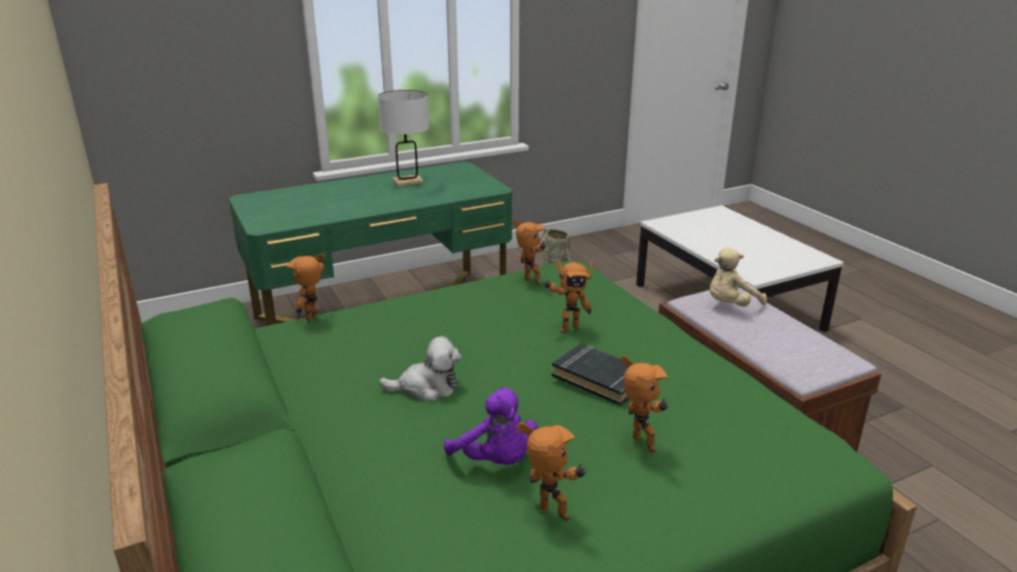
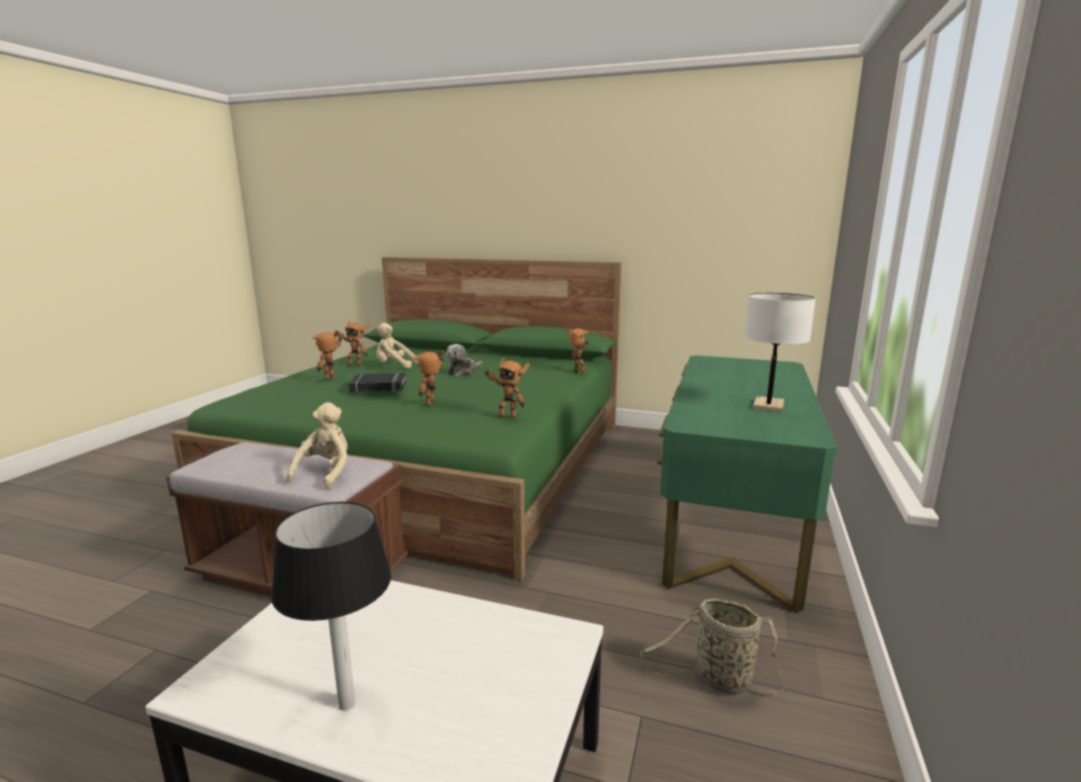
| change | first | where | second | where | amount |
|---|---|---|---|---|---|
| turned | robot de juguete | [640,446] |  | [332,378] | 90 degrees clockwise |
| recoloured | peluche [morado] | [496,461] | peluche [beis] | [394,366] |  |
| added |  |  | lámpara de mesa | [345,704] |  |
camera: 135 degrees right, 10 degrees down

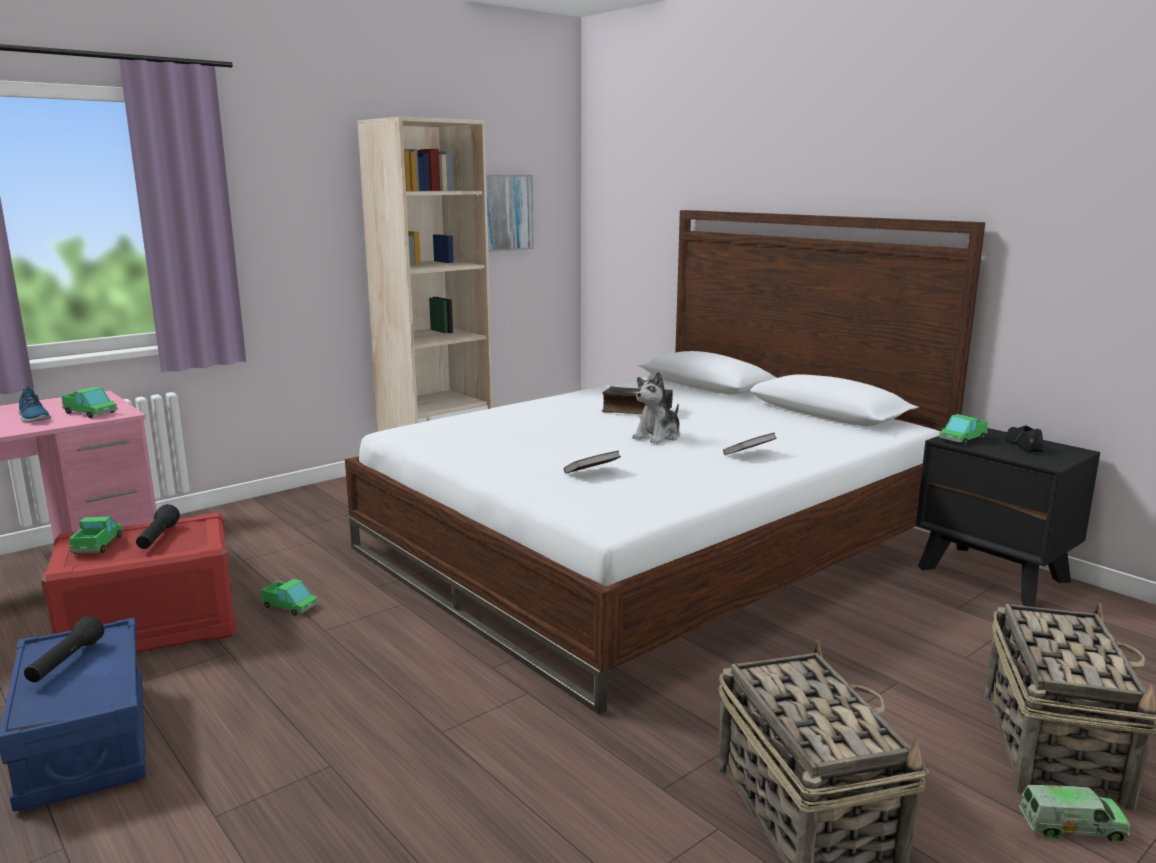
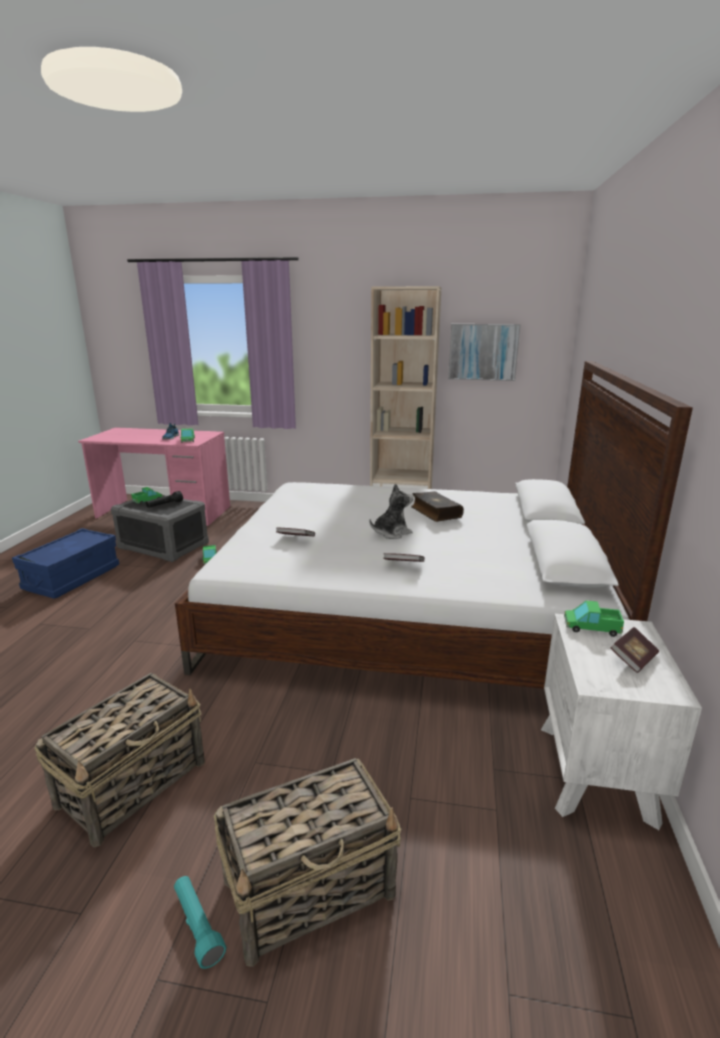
| change | first | where | second | where | amount |
|---|---|---|---|---|---|
| turned | peluche | [658,436] |  | [391,533] | 150 degrees clockwise |
| replaced | zapato [negro] | [1022,445] | libro | [633,659] |  |
| recoloured | mesita de noche [negro] | [993,574] | mesita de noche [blanco] | [596,772] |  |
| recoloured | caja de almacenaje [rojo] | [151,628] | caja de almacenaje [gris] | [163,546] |  |
| removed | linterna [negro] | [65,662] |  |  |  |
| replaced | camión de juguete | [1071,826] | linterna [turquesa] | [197,926] |  |
camera: 50 degrees right, 5 degrees up

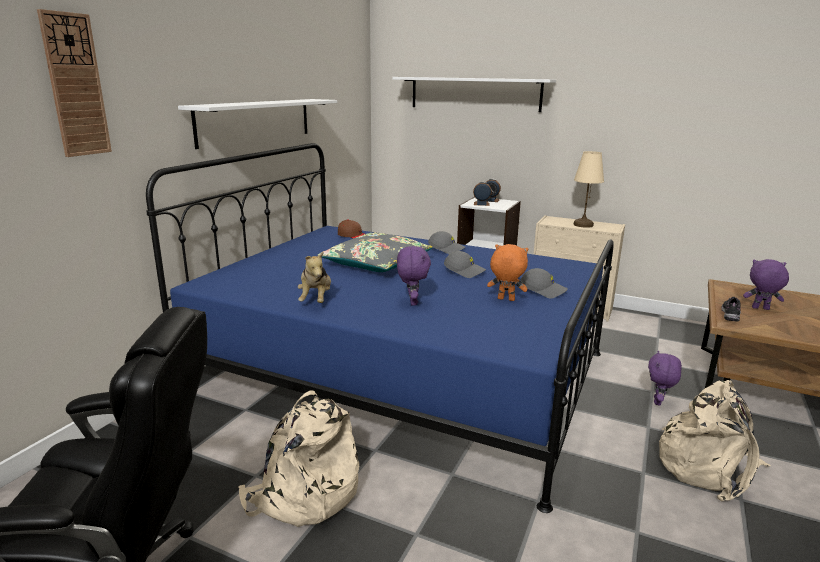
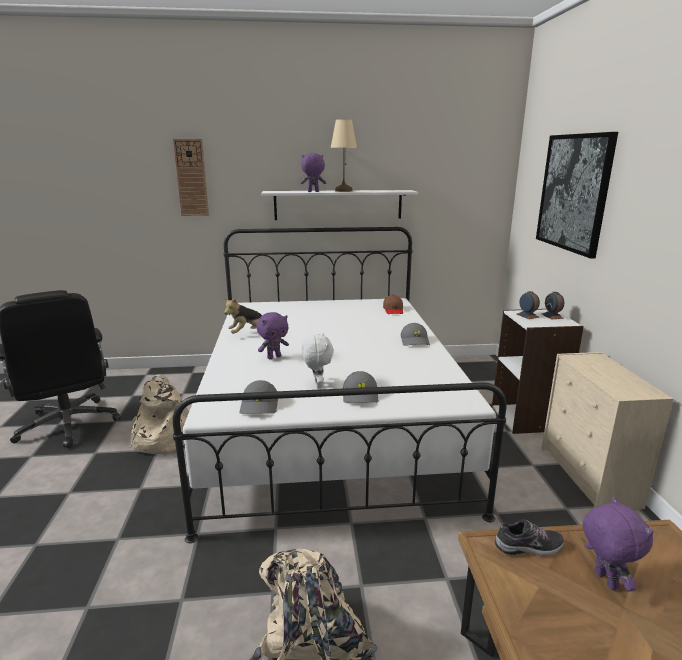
| change | first | where | second | where | amount |
|---|---|---|---|---|---|
| replaced | estante [blanco] | [475,93] | cuadro | [573,192] |  |
| recoloured | cama [azul] | [402,371] | cama [blanco] | [329,423] |  |
| moved | lámpara de mesa [beis] | [583,225] |  | [343,191] |  |
| removed | cojín [gris] | [376,263] |  |  |  |
| recoloured | peluche [naranja] | [505,299] | peluche [blanco] | [317,385] |  |
| moved | gorra [gris] | [465,271] |  | [260,406] |  |
| moved | peluche [morado] | [658,402] |  | [313,192] |  |
camera: 60 degrees right, 0 degrees up

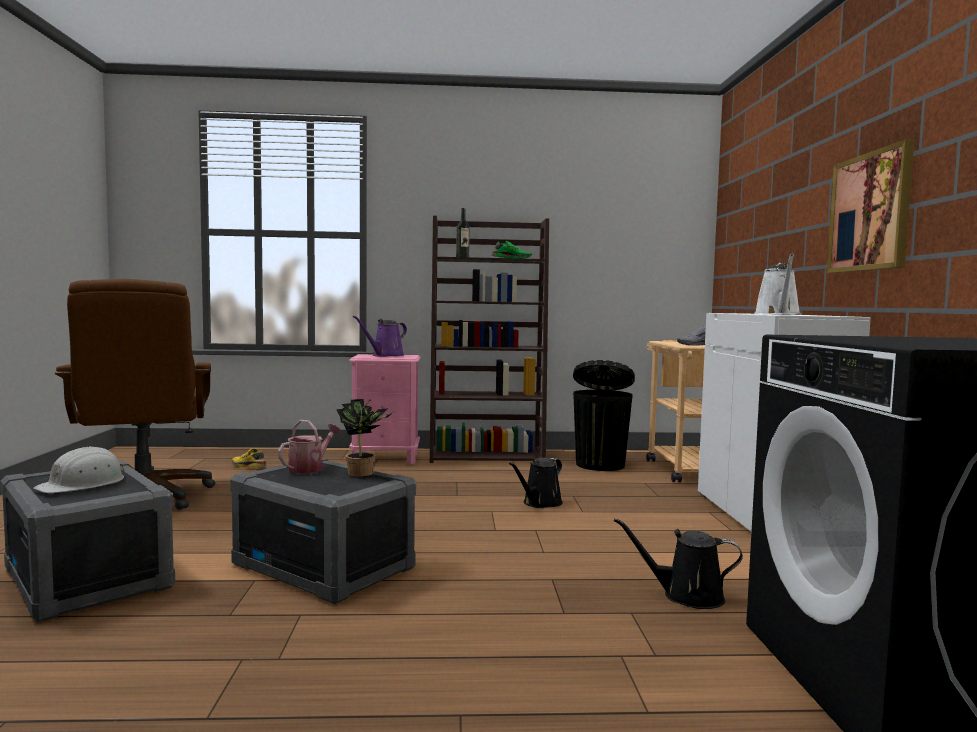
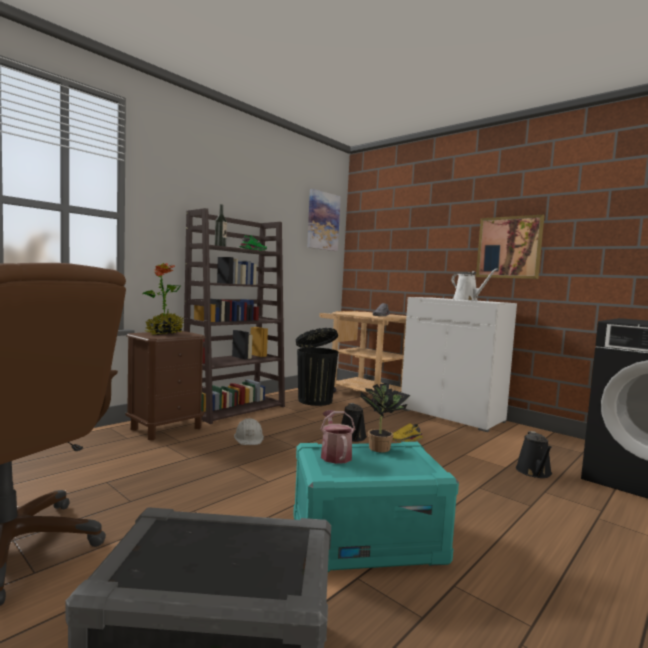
| change | first | where | second | where | amount |
|---|---|---|---|---|---|
| replaced | regadera [morado] | [385,355] | planta en maceta | [164,333] |  |
| recoloured | mesita de noche [rosa] | [386,458] | mesita de noche [marrón] | [166,428] |  |
| moved | casco [blanco] | [83,484] |  | [249,438] |  |
| moved | zapato [amarillo] | [248,466] |  | [405,440] |  |
| recoloured | caja de almacenaje [gris] | [325,566] | caja de almacenaje [turquesa] | [367,539] |  |
| turned | regadera [negro] | [687,596] |  | [534,472] | 45 degrees counterclockwise |
| added |  |  | cuadro | [323,221] |  |
camera: 45 degrees left, 0 degrees up

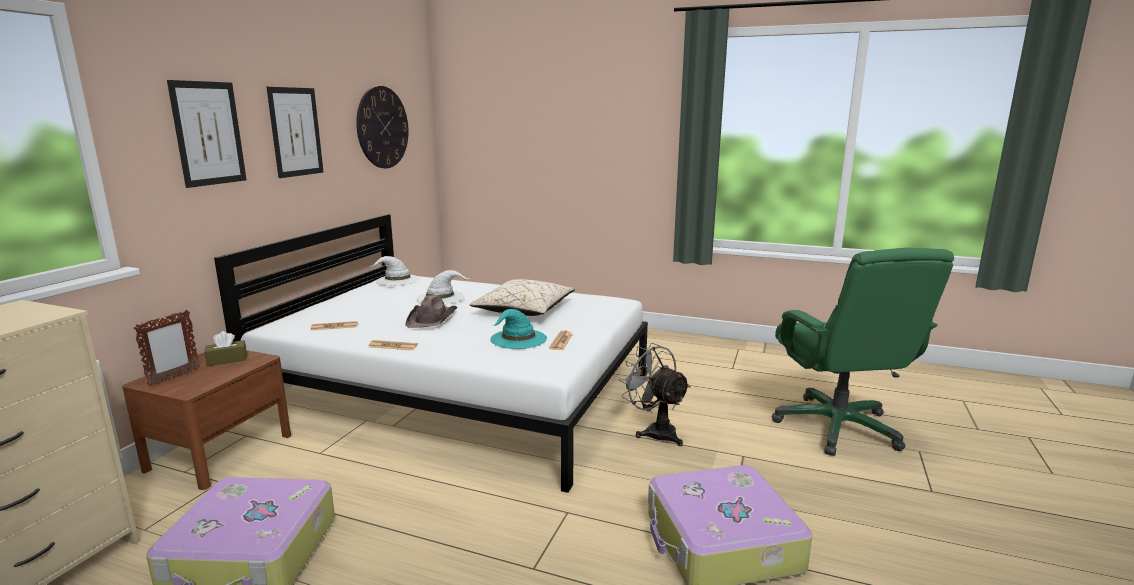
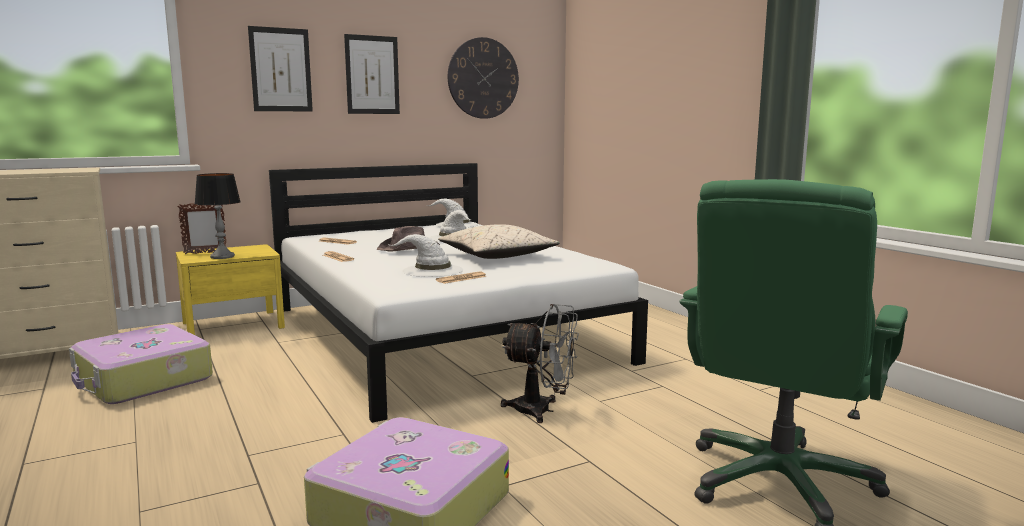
| change | first | where | second | where | amount |
|---|---|---|---|---|---|
| recoloured | sombrero [turquesa] | [518,339] | sombrero [blanco] | [432,270] |  |
| removed | caja de pañuelos [marrón] | [227,359] |  |  |  |
| turned | ventilador [gris] | [655,431] |  | [542,411] | 105 degrees clockwise |
| recoloured | mesita de noche [marrón] | [220,452] | mesita de noche [amarillo] | [233,325] |  |
| added |  |  | lámpara de mesa | [222,256] |  |
camera: 40 degrees right, 5 degrees down

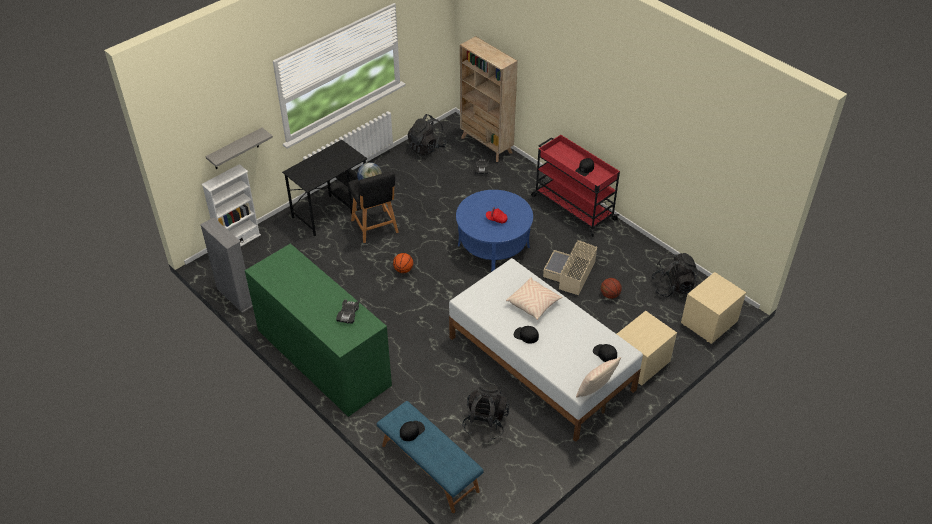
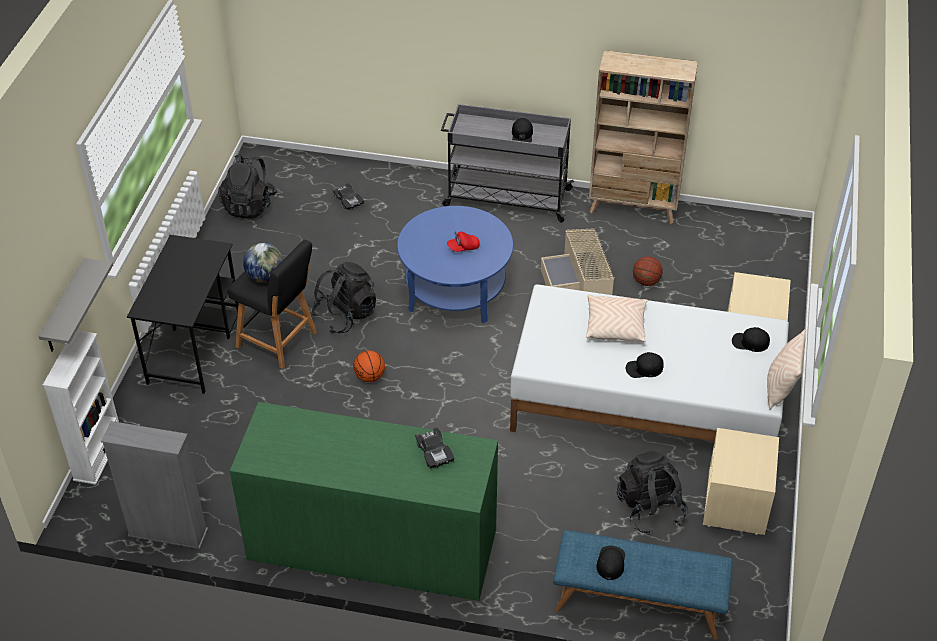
| change | first | where | second | where | amount |
|---|---|---|---|---|---|
| moved | estantería [beis] | [486,145] |  | [633,207] |  |
| recoloured | carrito [rojo] | [572,207] | carrito [gris] | [506,197] |  |
| moved | mochila [negro] | [672,287] |  | [346,315] |  |
| moved | mesita de noche [beis] | [709,323] |  | [736,503] |  |
camera: 35 degrees left, 0 degrees up

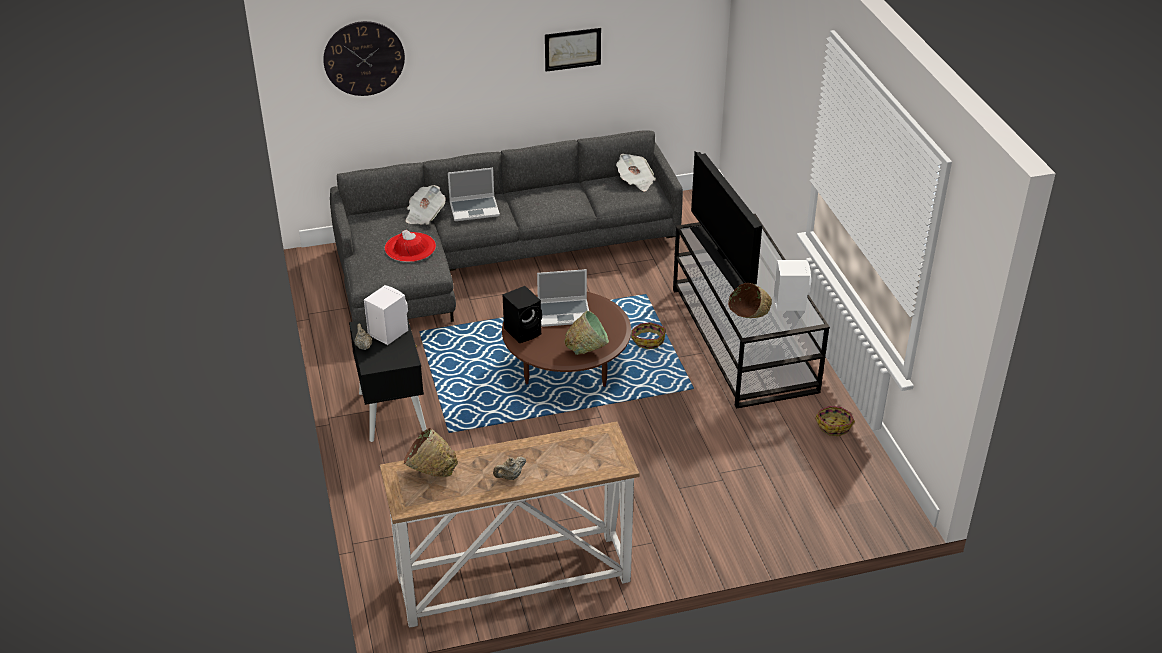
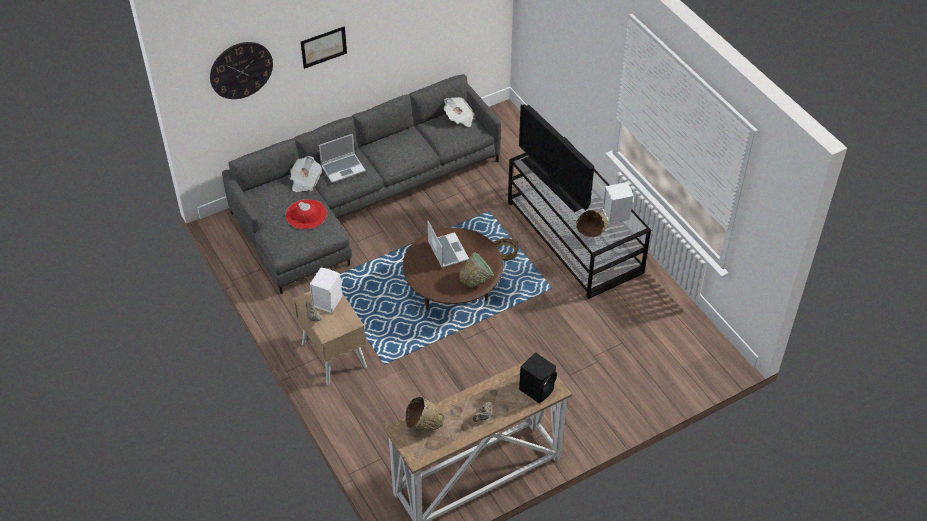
| change | first | where | second | where | amount |
|---|---|---|---|---|---|
| moved | cuadro | [572,49] |  | [323,47] |  |
| turned | portátil | [564,313] |  | [447,251] | 90 degrees counterclockwise |
| moved | altavoz [negro] | [524,331] |  | [537,389] |  |
| recoloured | mesita de noche [negro] | [392,411] | mesita de noche [beis] | [333,355] |  |
| removed | cesta | [834,425] |  |  |  |
camera: 15 degrees left, 10 degrees up

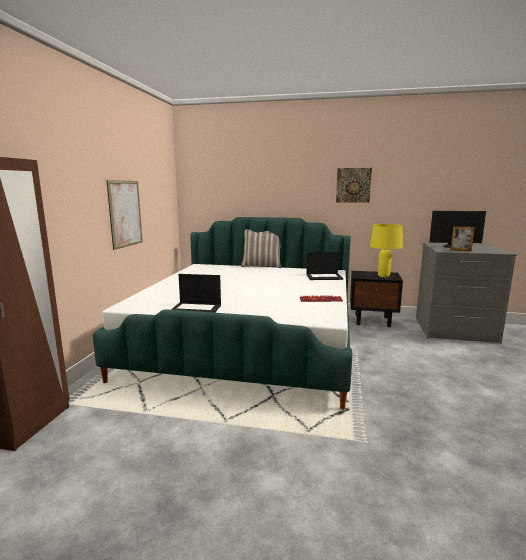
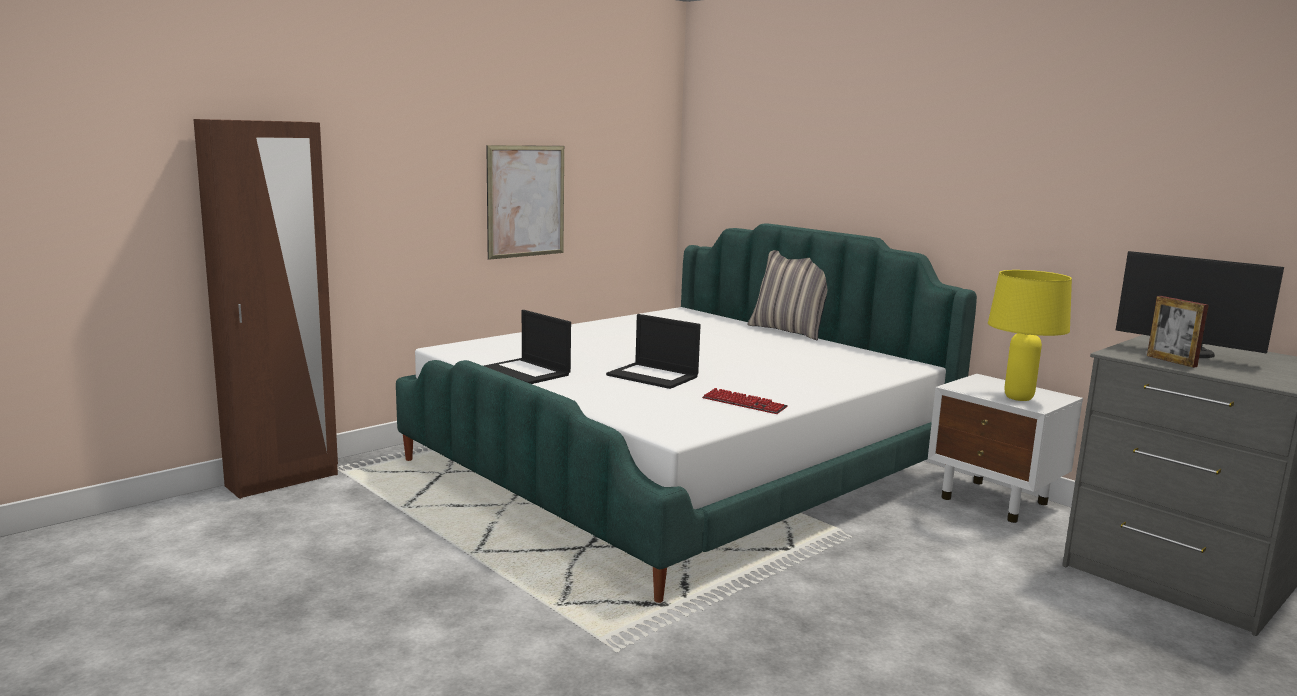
| change | first | where | second | where | amount |
|---|---|---|---|---|---|
| removed | cuadro | [353,185] |  |  |  |
| moved | portátil | [324,277] |  | [654,376] |  |
| recoloured | mesita de noche [negro] | [373,321] | mesita de noche [blanco] | [995,501] |  |
camera: 35 degrees right, 0 degrees up

